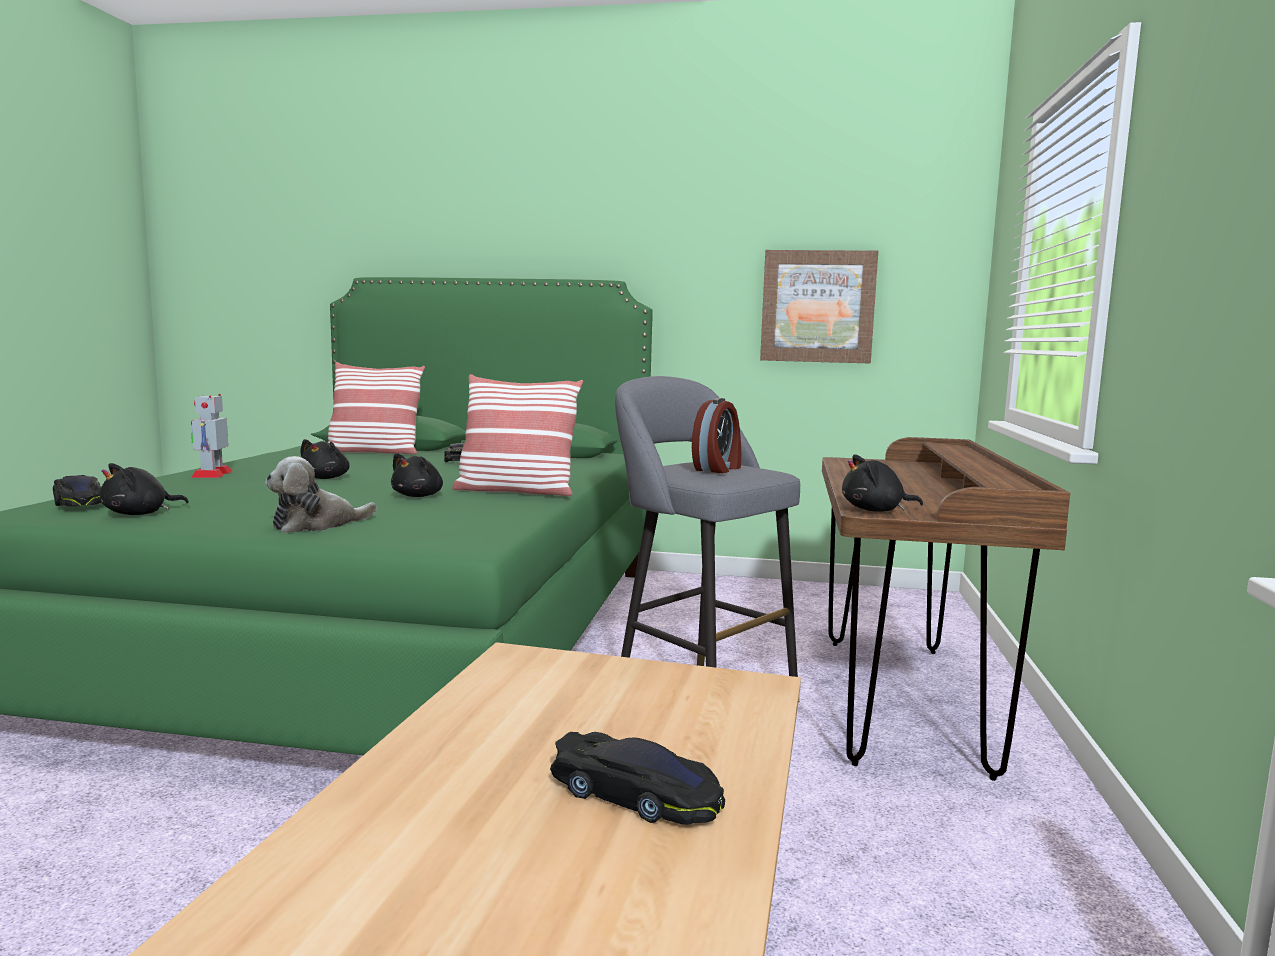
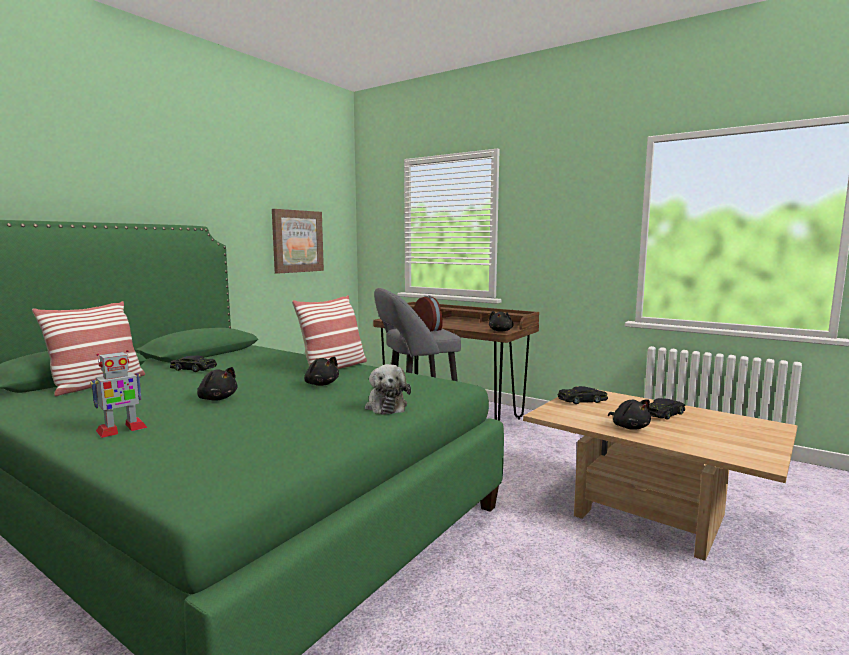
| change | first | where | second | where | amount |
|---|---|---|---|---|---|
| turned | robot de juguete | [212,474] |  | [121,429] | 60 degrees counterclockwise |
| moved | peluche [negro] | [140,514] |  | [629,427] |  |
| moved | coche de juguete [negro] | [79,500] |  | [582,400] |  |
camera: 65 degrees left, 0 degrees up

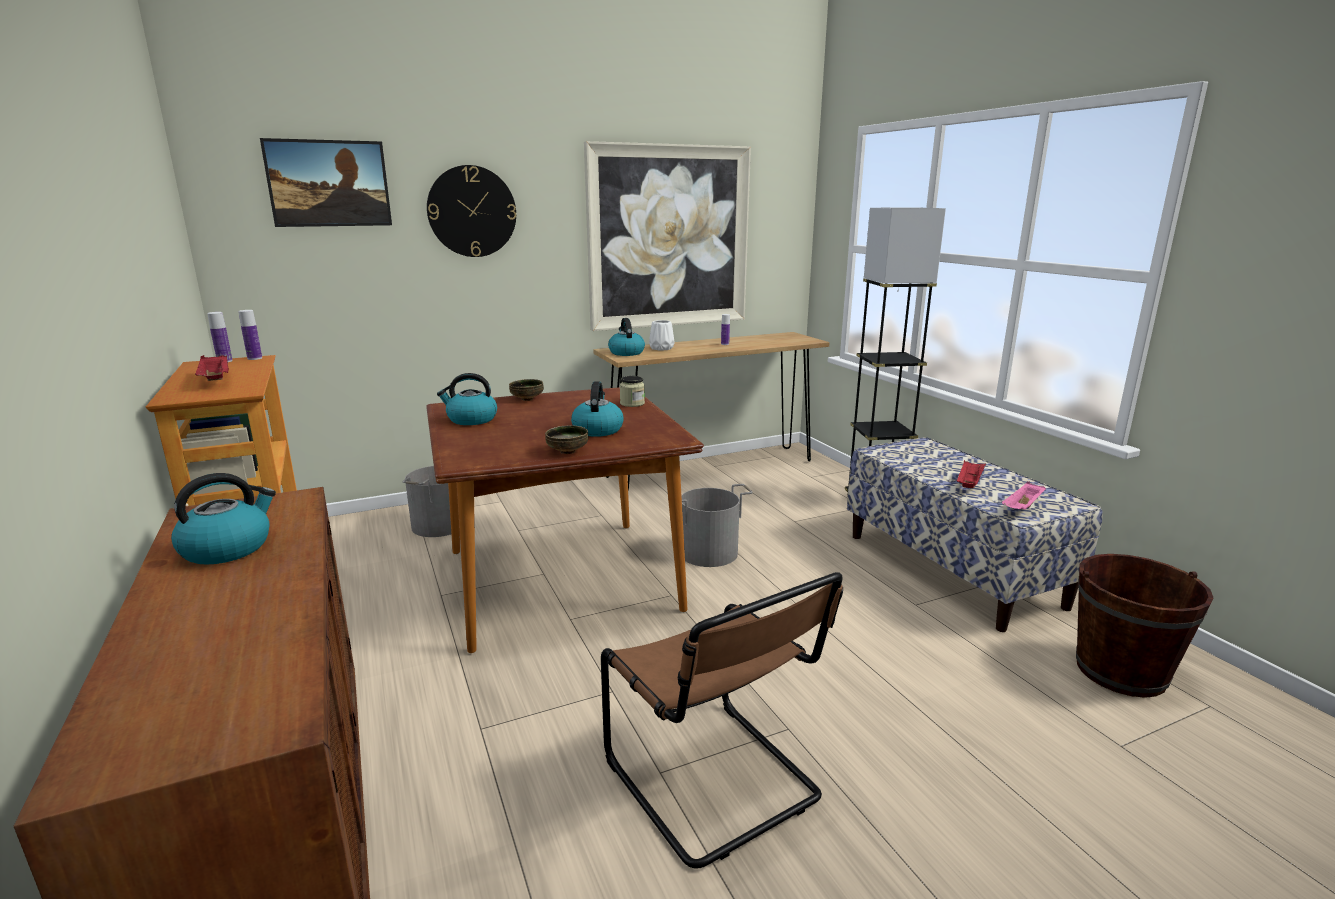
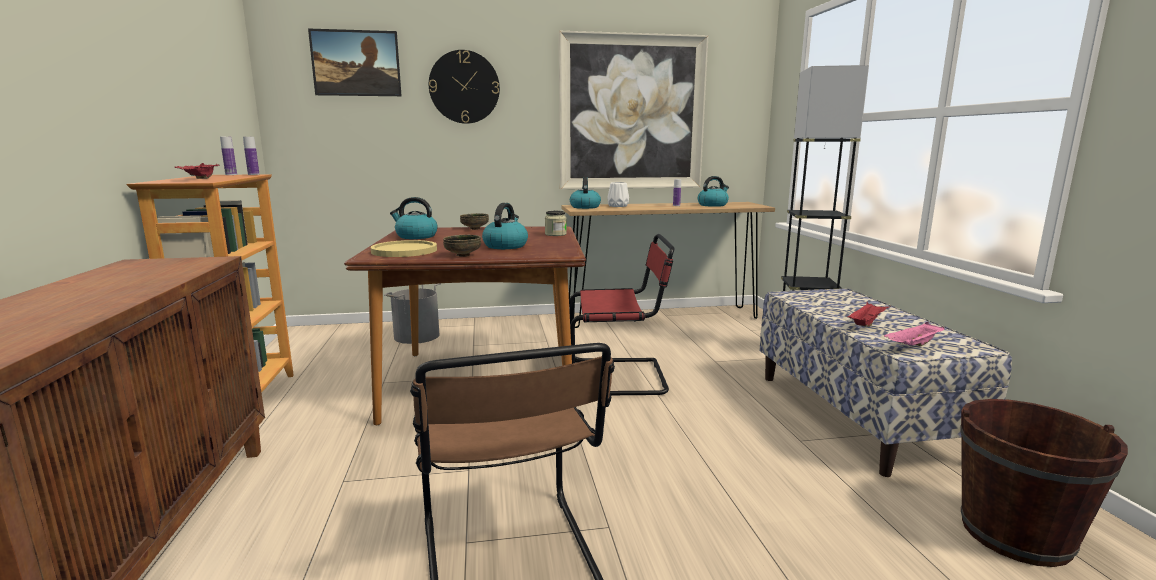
| change | first | where | second | where | amount |
|---|---|---|---|---|---|
| moved | hervidor | [228,548] |  | [712,205] |  |
| replaced | cubo [gris] | [708,553] | silla [rojo] | [621,377] |  |
| added |  |  | plato [amarillo] | [404,251] |  |
camera: 15 degrees right, 5 degrees down

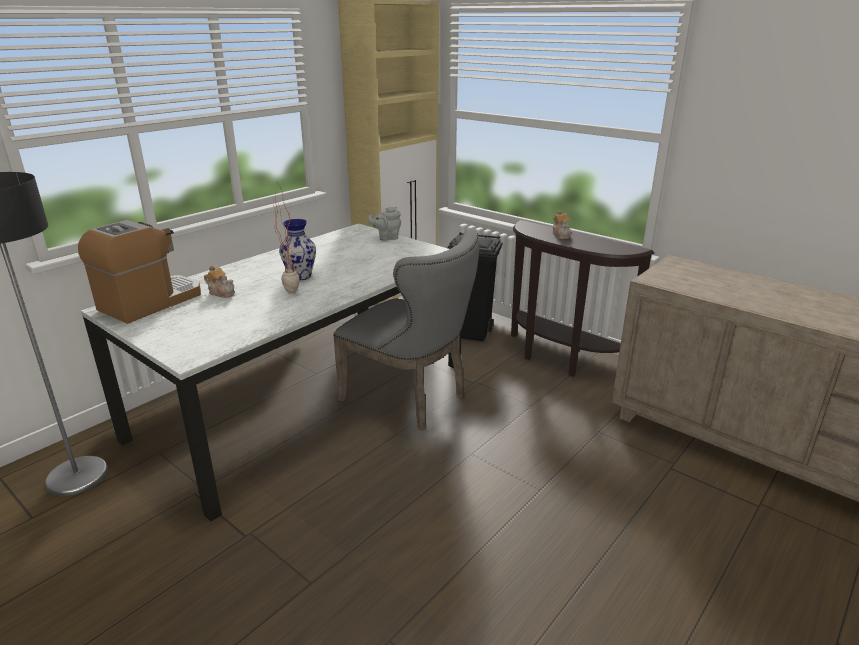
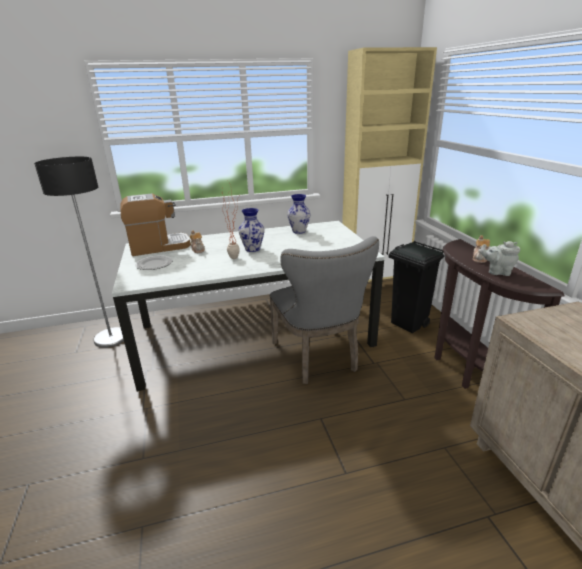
| change | first | where | second | where | amount |
|---|---|---|---|---|---|
| moved | tetera [gris] | [387,238] |  | [497,272] |  |
| added |  |  | florero | [298,231] |  |
| added |  |  | plato | [154,264] |  |
camera: 35 degrees right, 0 degrees up

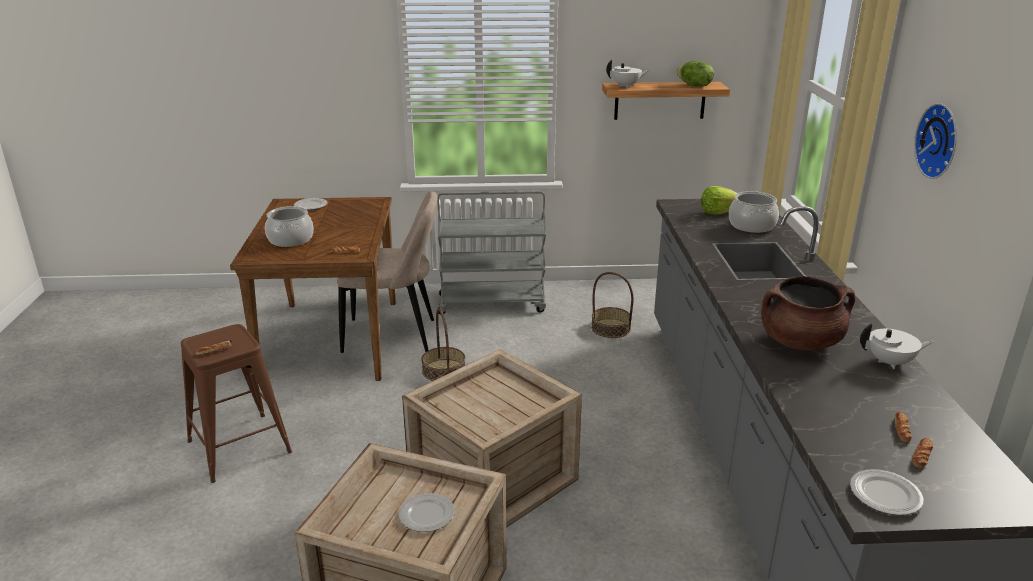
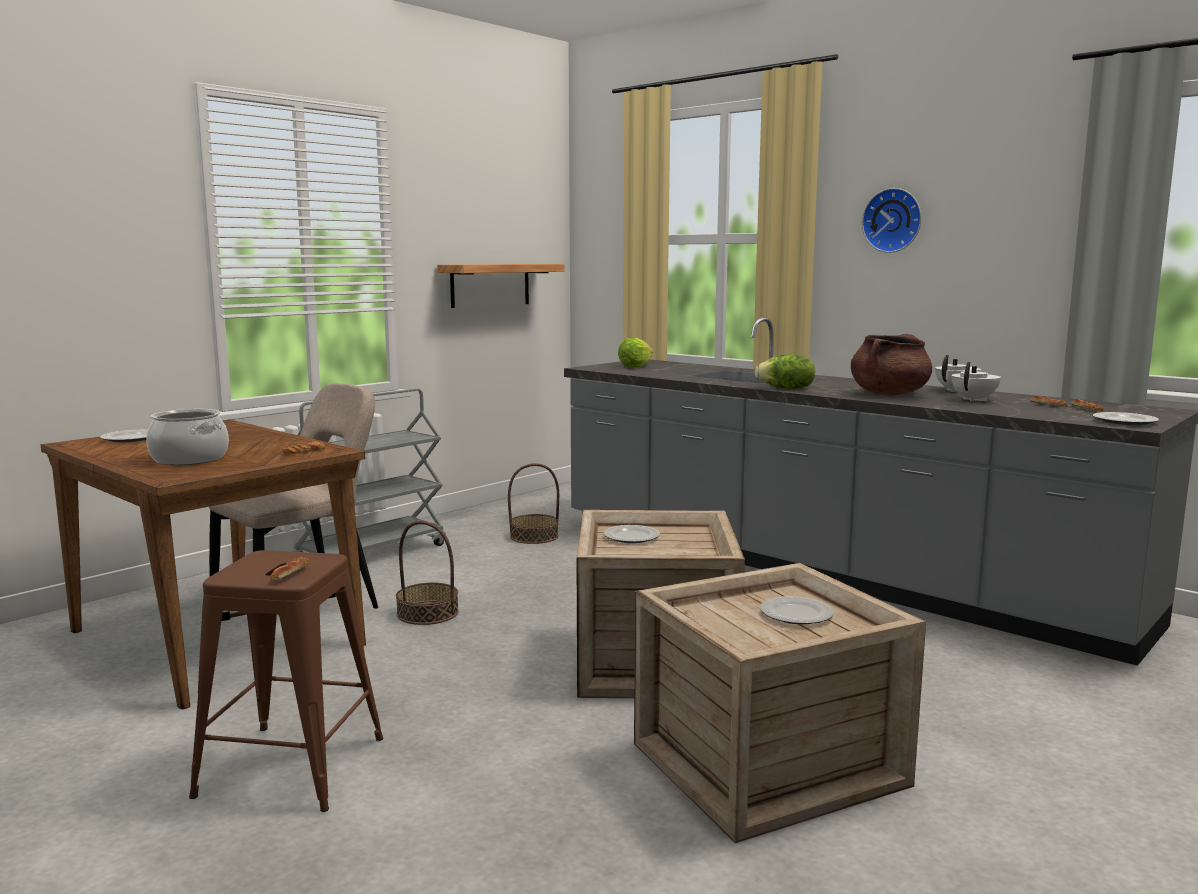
| change | first | where | second | where | amount |
|---|---|---|---|---|---|
| moved | tetera [blanco] | [626,86] |  | [974,400] |  |
| moved | lechuga | [694,85] |  | [786,388] |  |
| removed | olla | [752,225] |  |  |  |
| added |  |  | plato | [632,537] |  |
camera: 45 degrees left, 15 degrees down

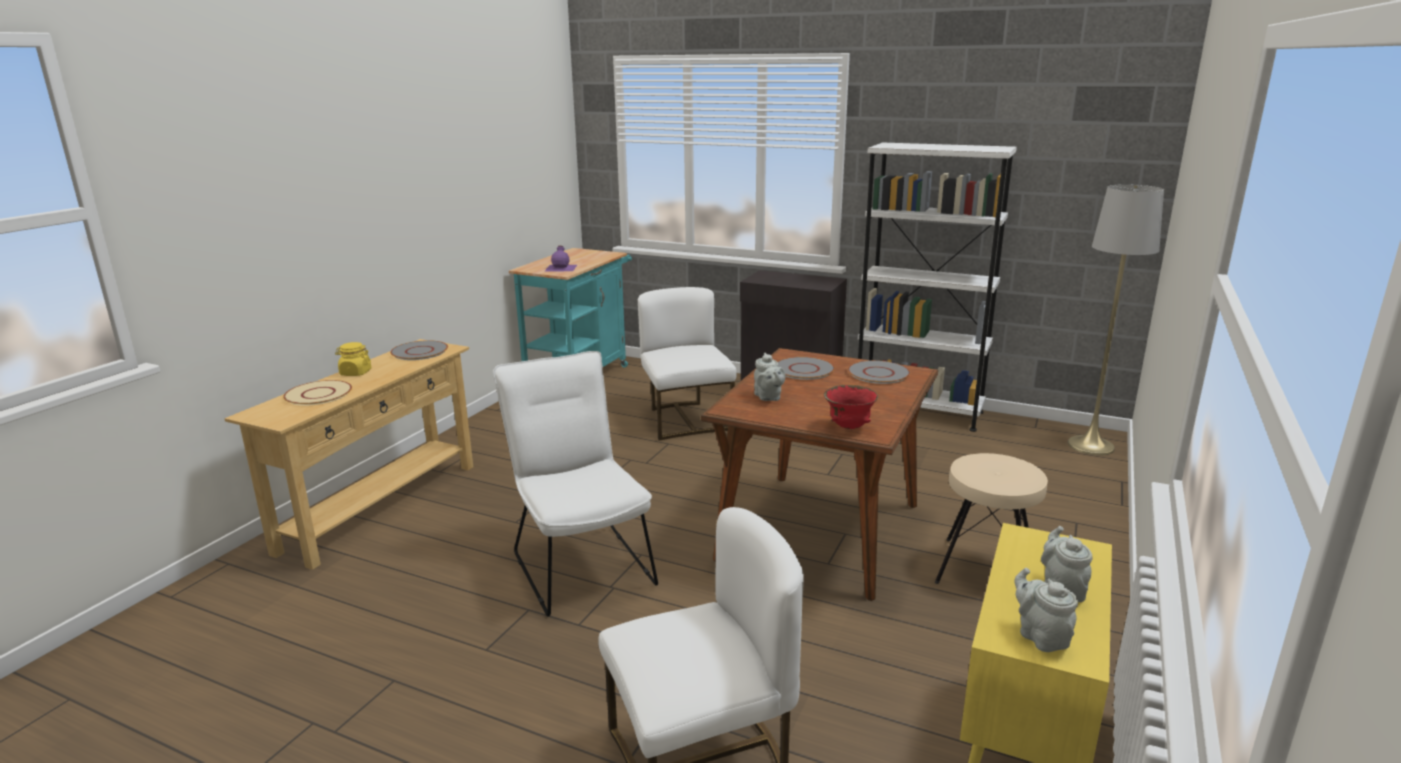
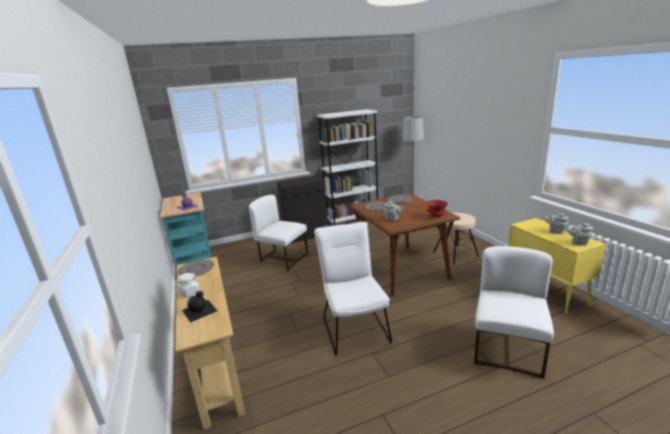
| change | first | where | second | where | amount |
|---|---|---|---|---|---|
| recoloured | tarro [amarillo] | [355,373] | tarro [blanco] | [190,293] |  |
| turned | silla [blanco] | [580,563] |  | [354,326] | 60 degrees clockwise |
| replaced | plato [beis] | [318,394] | botella [negro] | [200,310] |  |
camera: 45 degrees left, 0 degrees up

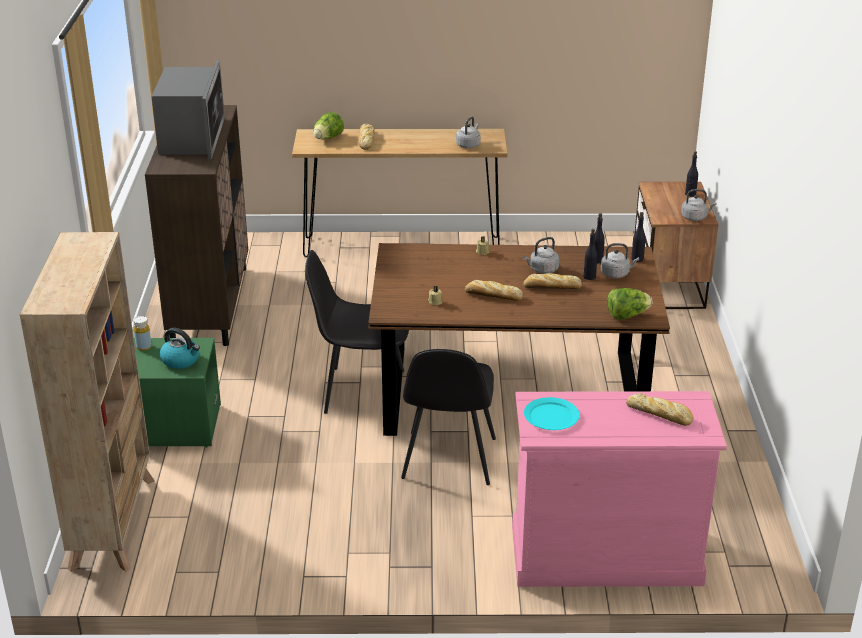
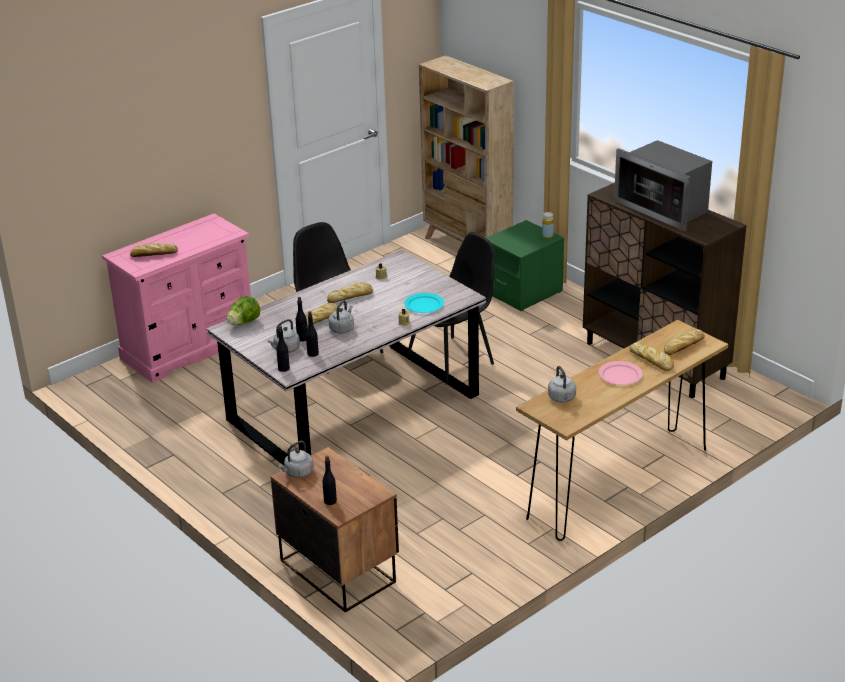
| change | first | where | second | where | amount |
|---|---|---|---|---|---|
| replaced | lechuga | [328,138] | pan | [683,346] |  |
| recoloured | mesa de comedor [marrón] | [512,393] | mesa de comedor [gris] | [353,406] |  |
| removed | hervidor | [181,360] |  |  |  |
| moved | plato [turquesa] | [551,417] |  | [424,305] |  |
| added |  |  | plato [rosa] | [620,375] |  |
camera: 140 degrees right, 0 degrees up

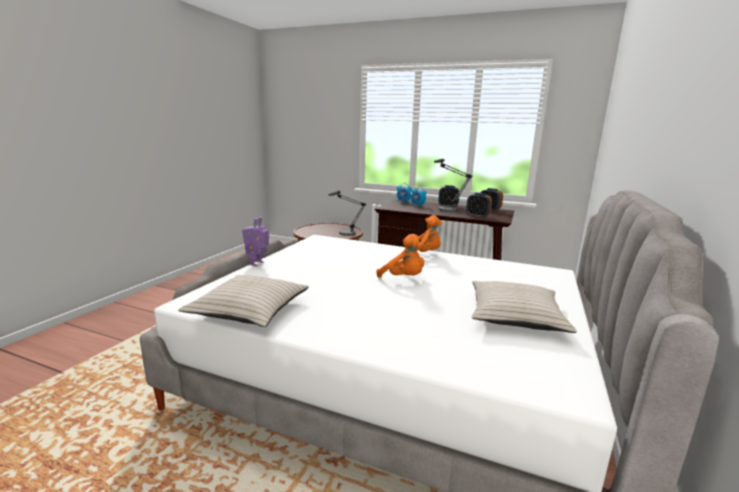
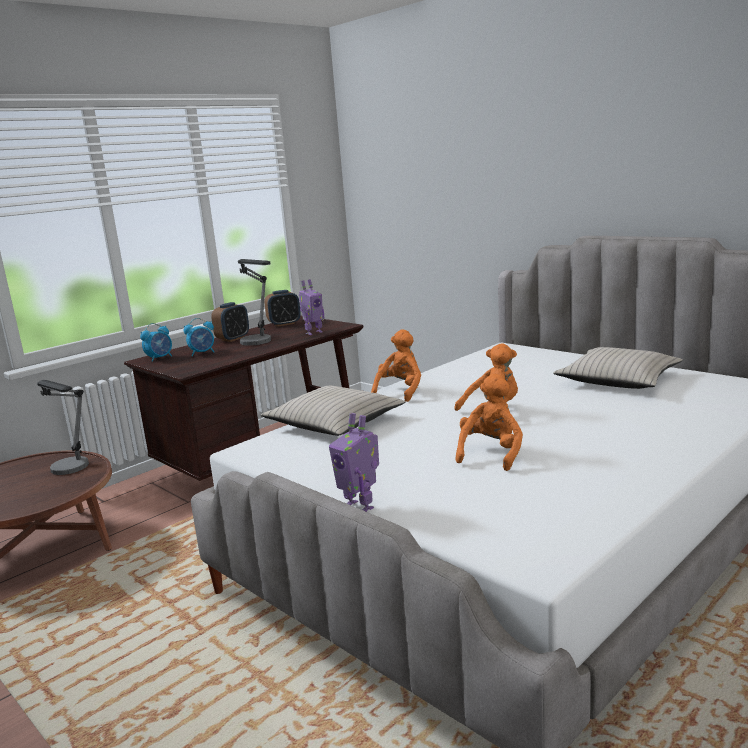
| change | first | where | second | where | amount |
|---|---|---|---|---|---|
| replaced | despertador | [477,216] | robot de juguete | [313,332] |  |
| moved | cojín [beis] | [250,310] |  | [334,423] |  |
| added |  |  | peluche [naranja] | [491,454] |  |
camera: 65 degrees left, 0 degrees up

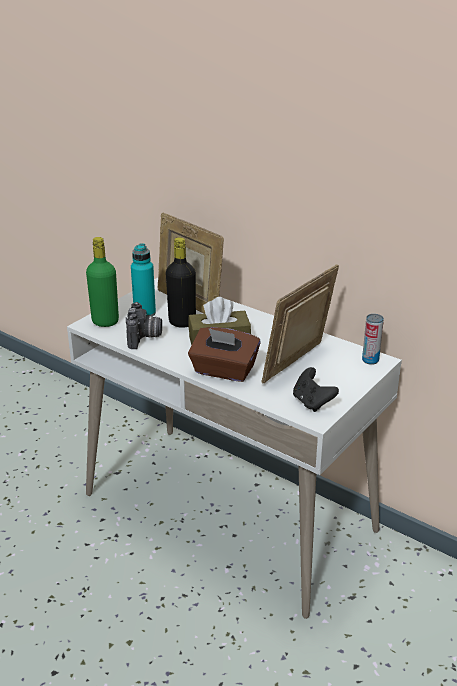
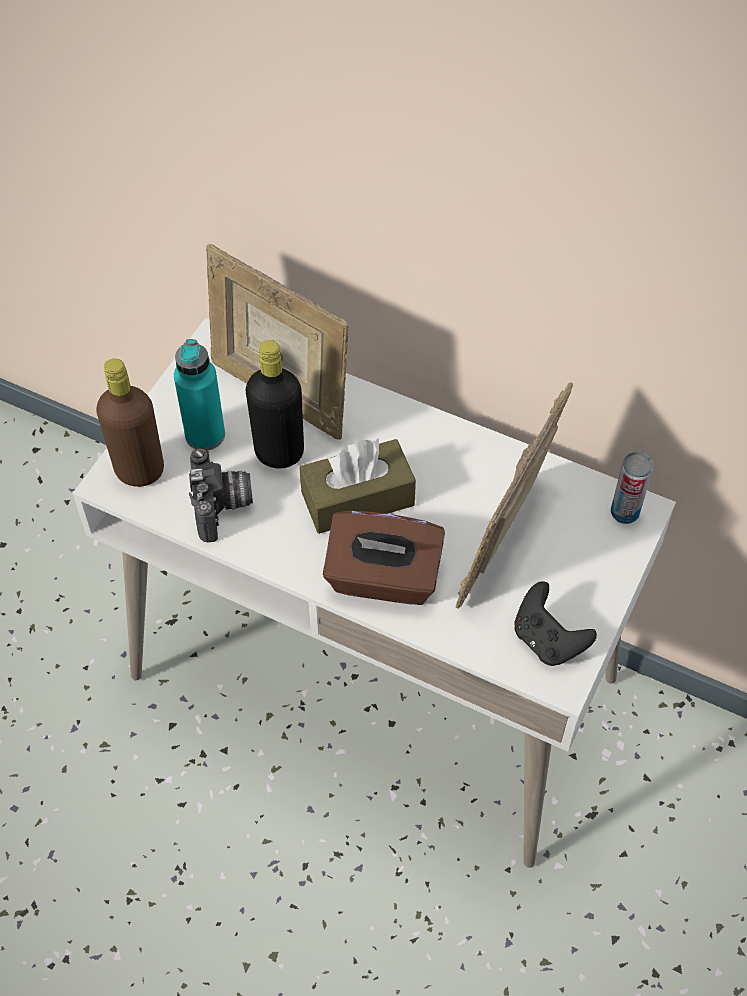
| change | first | where | second | where | amount |
|---|---|---|---|---|---|
| recoloured | botella [verde] | [105,321] | botella [marrón] | [140,470] |  |
camera: 10 degrees left, 25 degrees up

